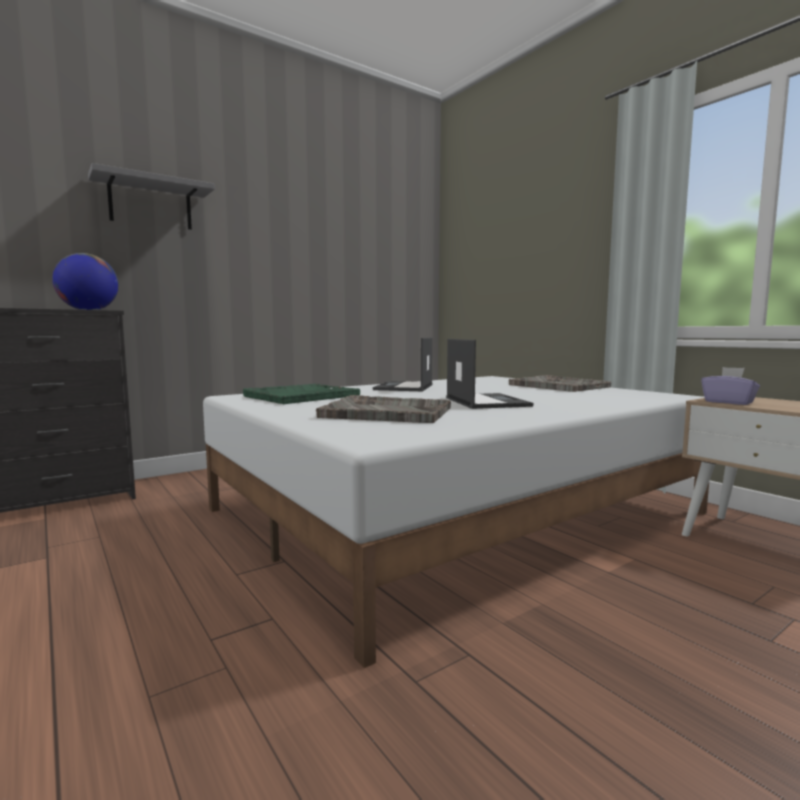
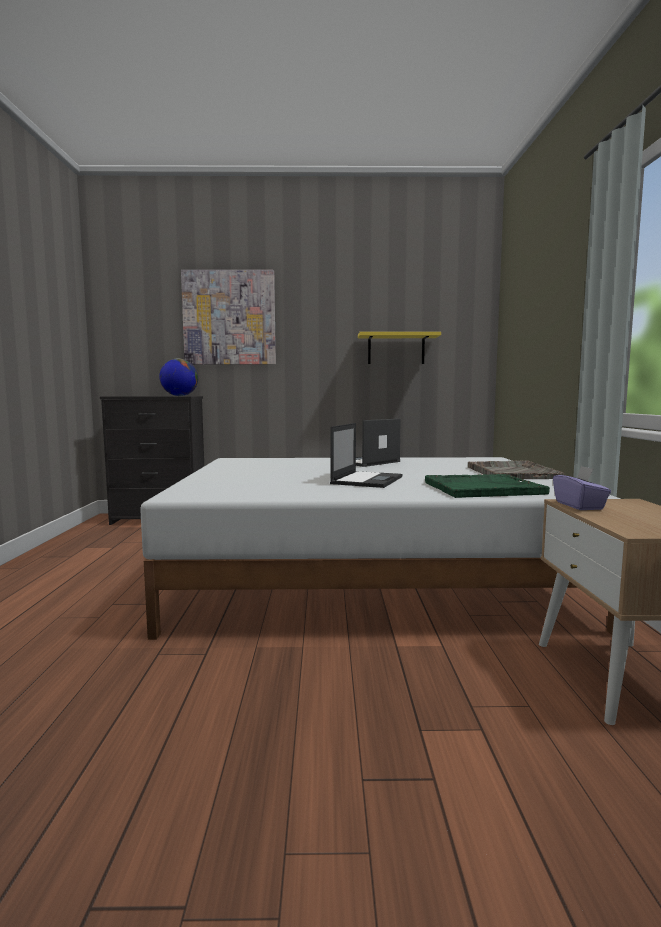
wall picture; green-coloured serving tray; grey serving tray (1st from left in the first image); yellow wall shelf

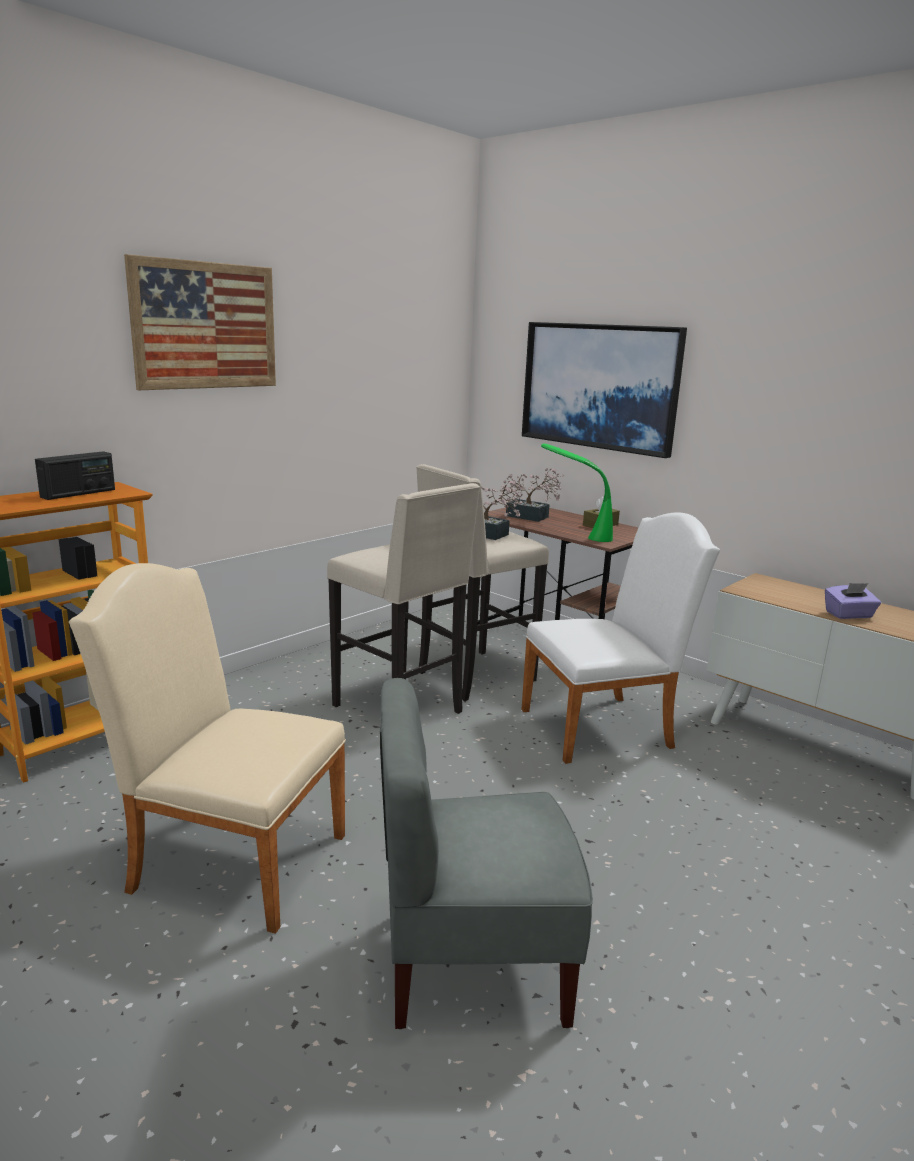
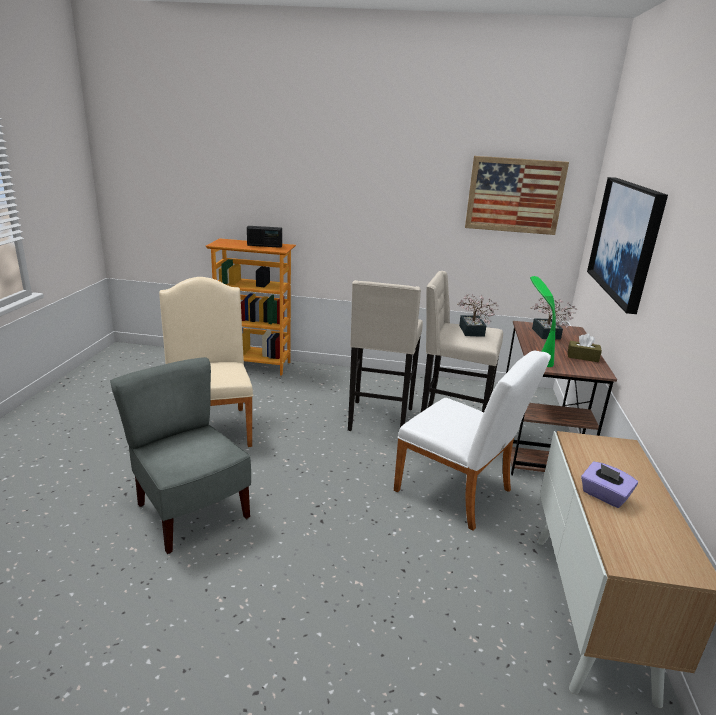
wall picture (1st from left)

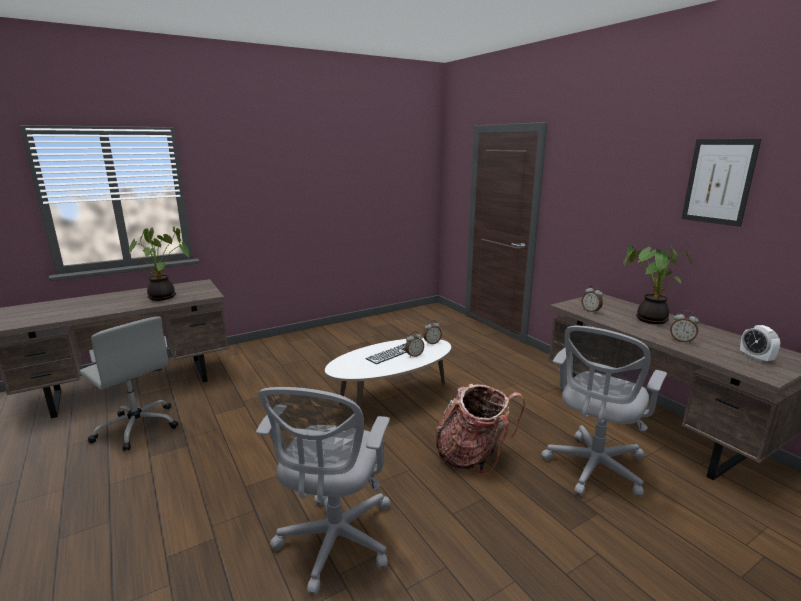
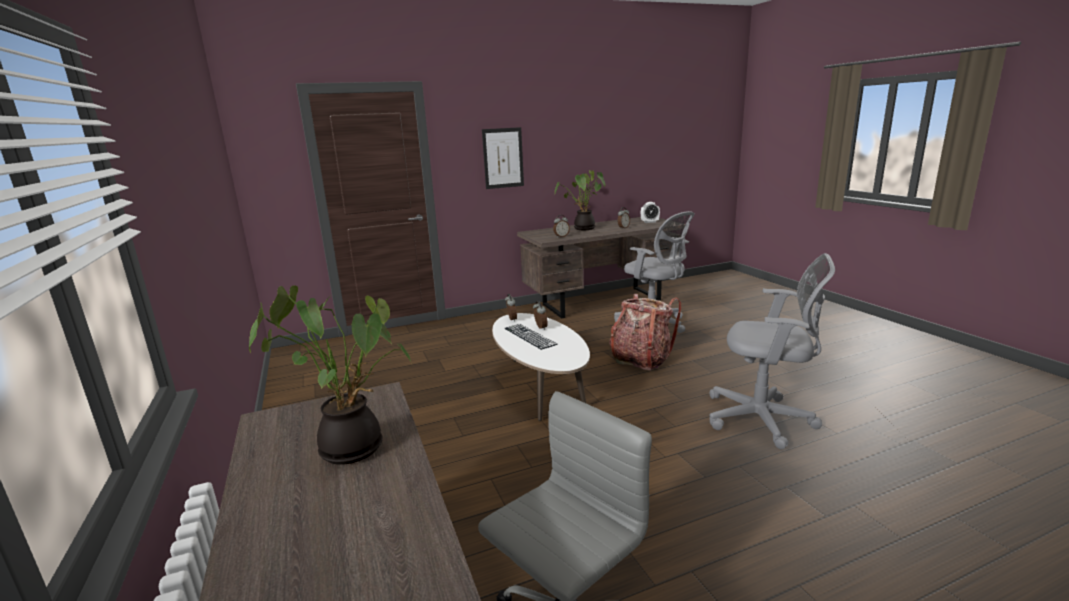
wall picture

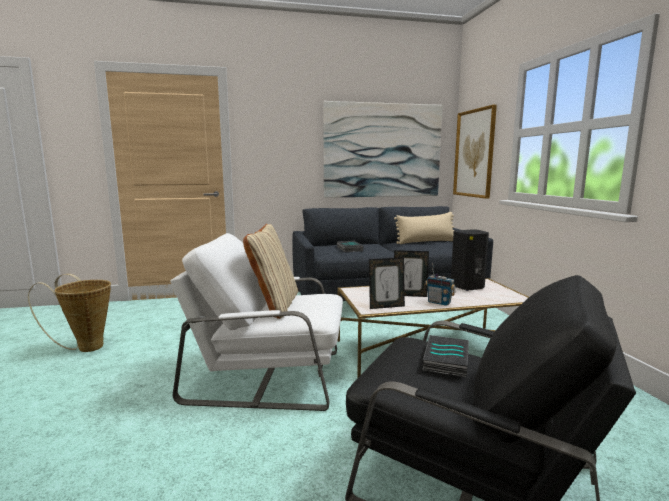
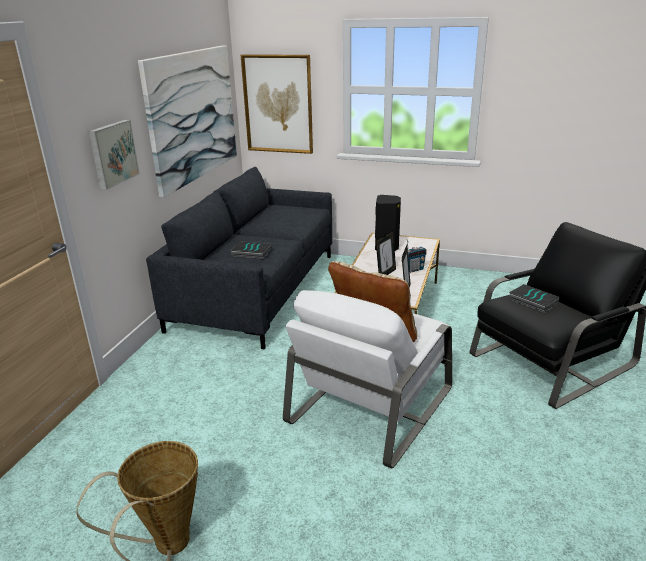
beige throw pillow (2nd from left in the first image); wall picture (1st from left)

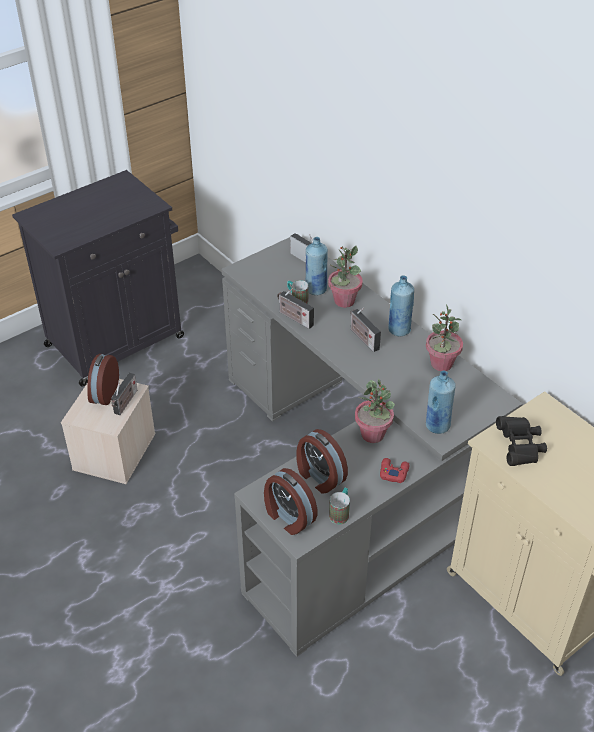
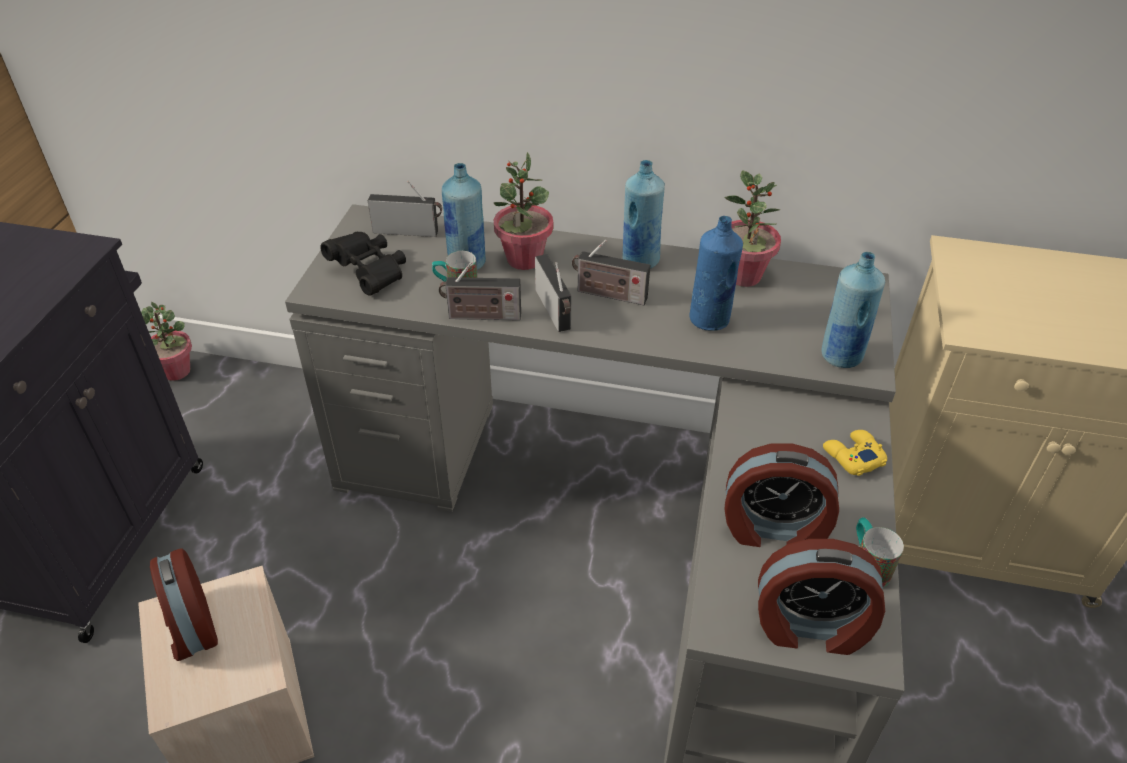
radio set (3rd from left); plant in a pot (1st from left); yellow gamepad; black-coloured pair of binoculars; blue bottle (3rd from left)

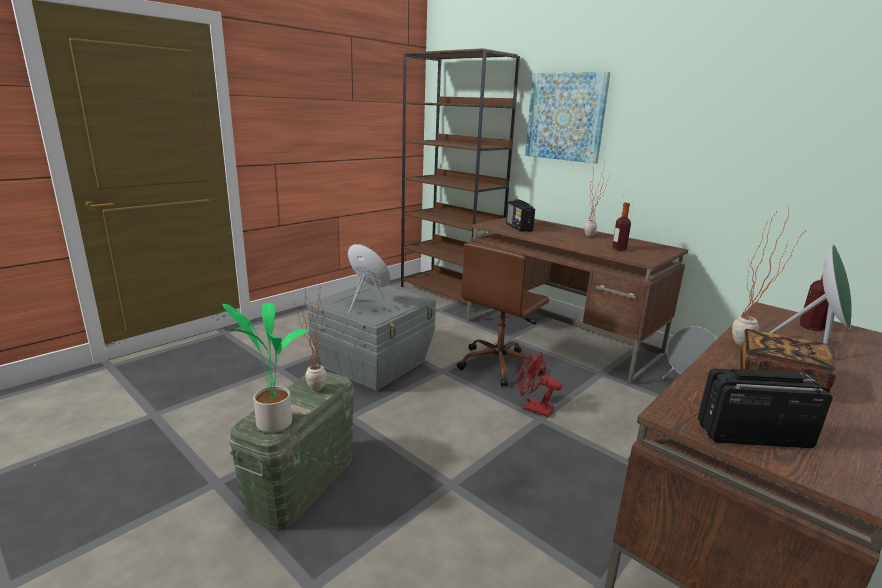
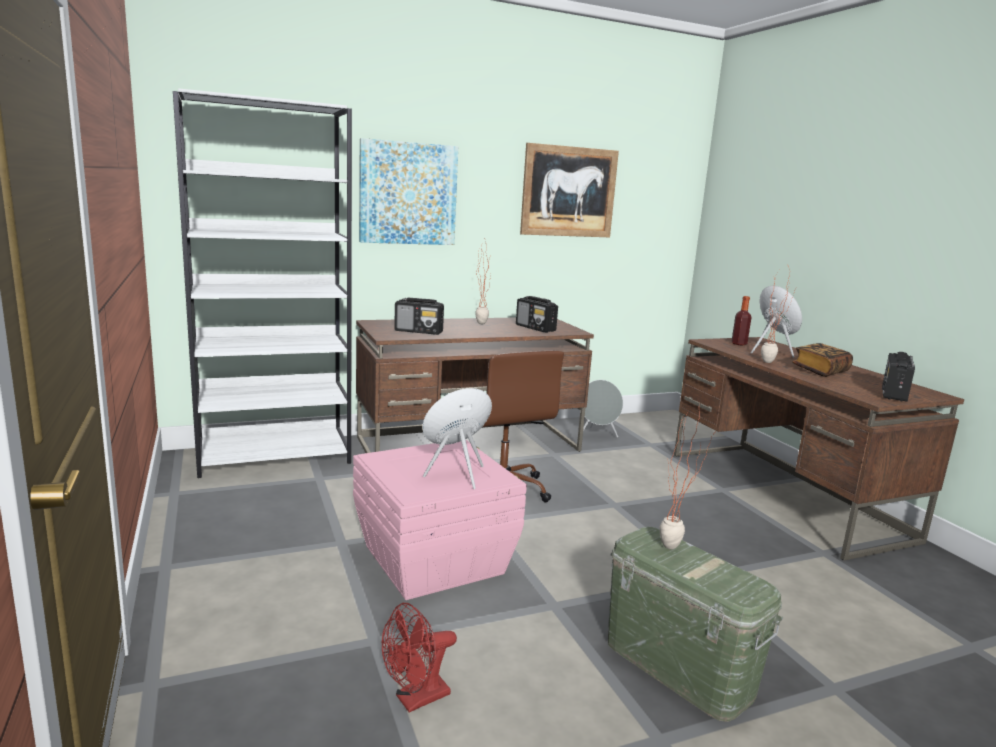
plant in a pot (1st from left in the first image); pink storage container; white-coloured bookcase; red-coloured cooling fan; radio set (2nd from left); wall picture (2nd from left)

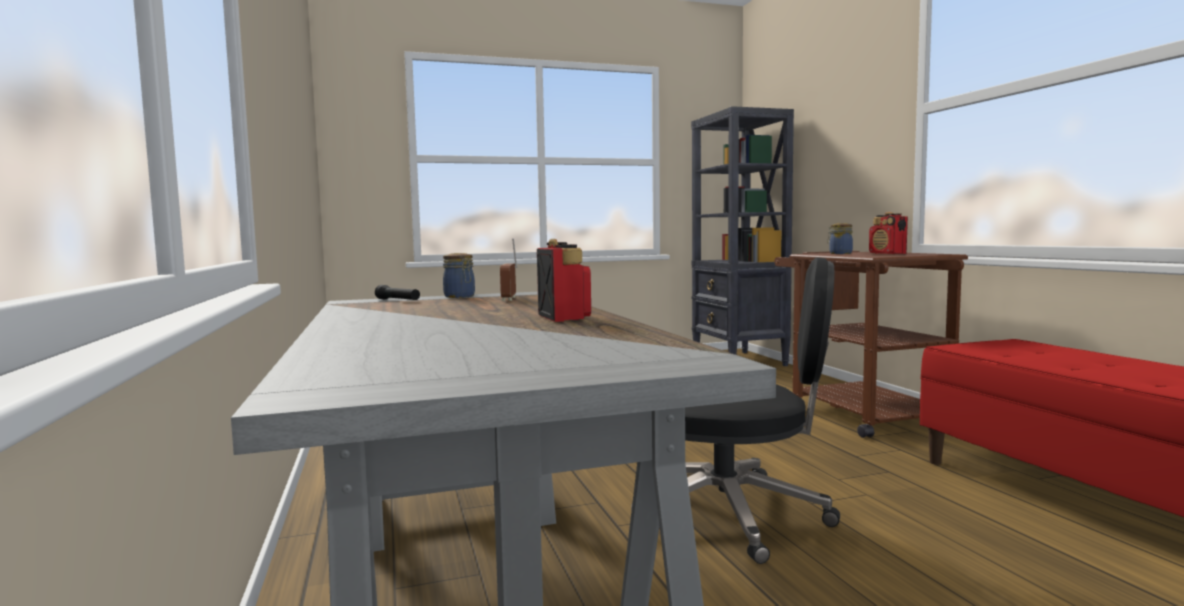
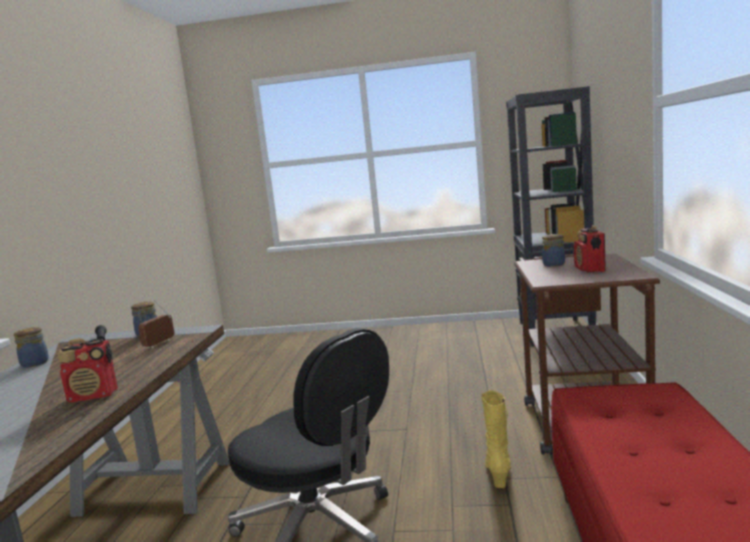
radio set (1st from left); preserve jar (1st from left); yellow boot

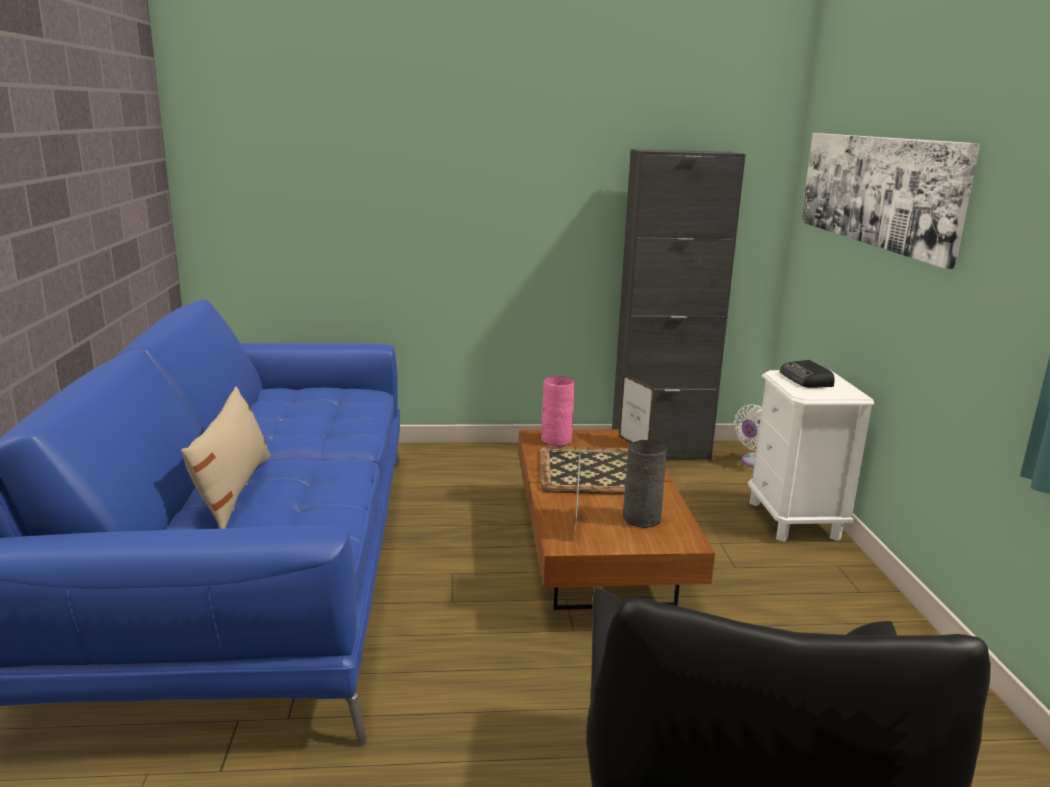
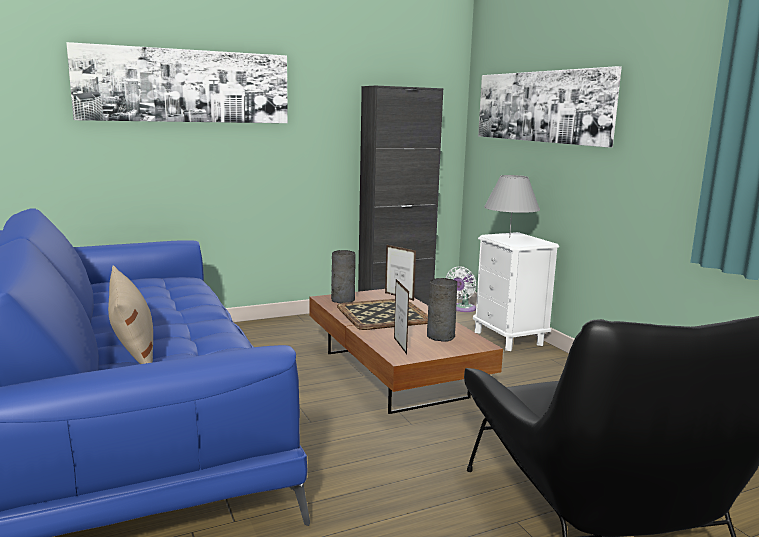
grey decorative vase (1st from left); grey lamp for a table; wall picture (1st from left)

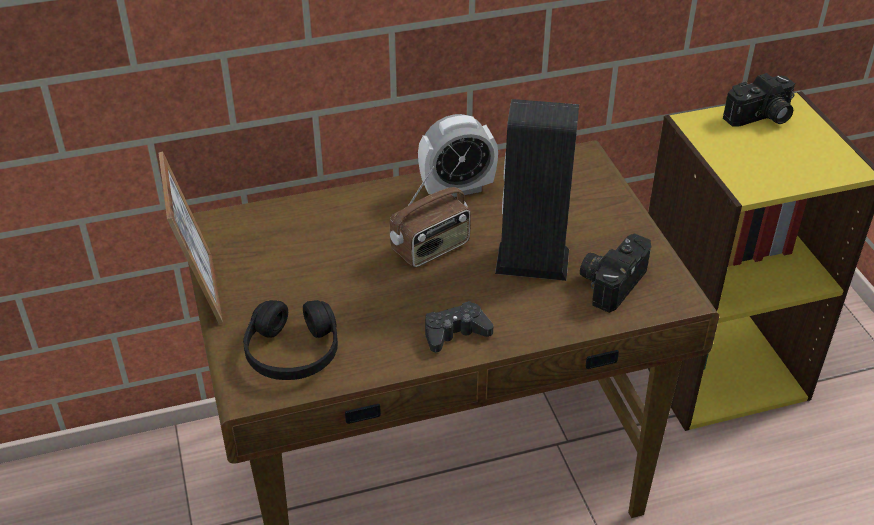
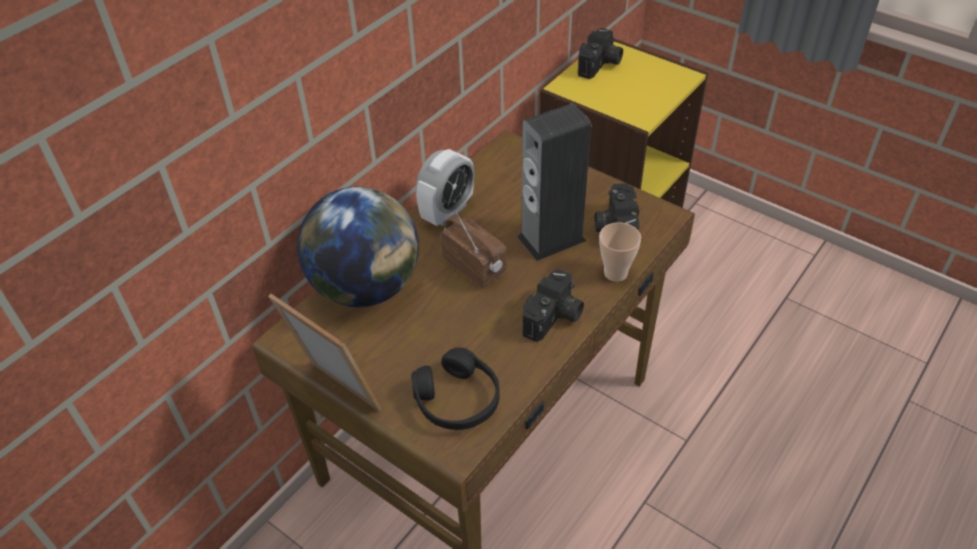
radio set; still camera (1st from left); world globe; small cup

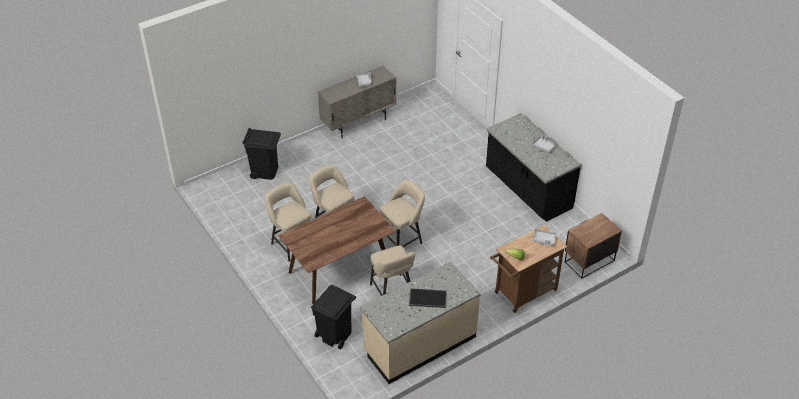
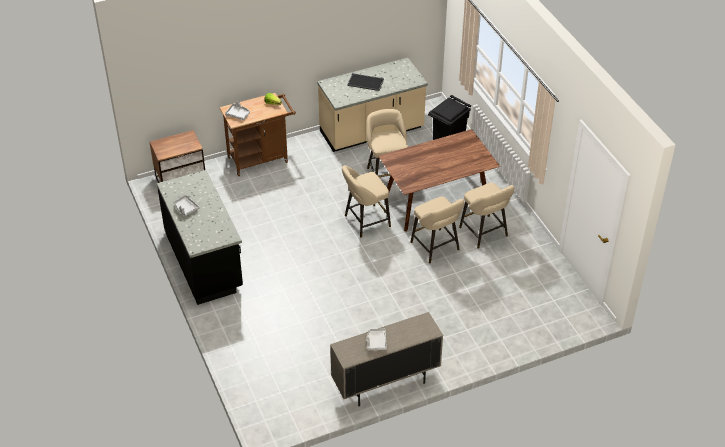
black-coloured waste bin (1st from left in the first image)

